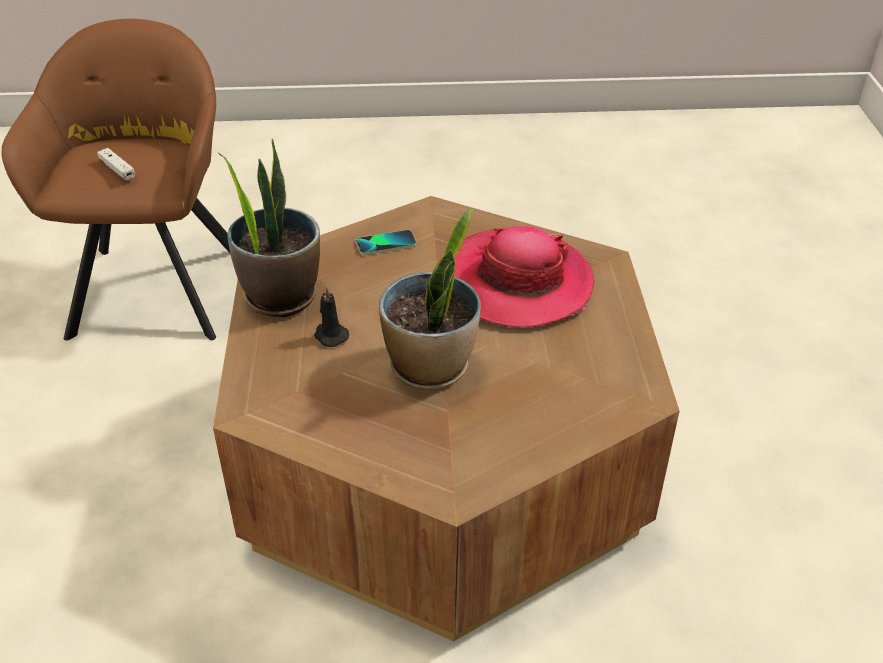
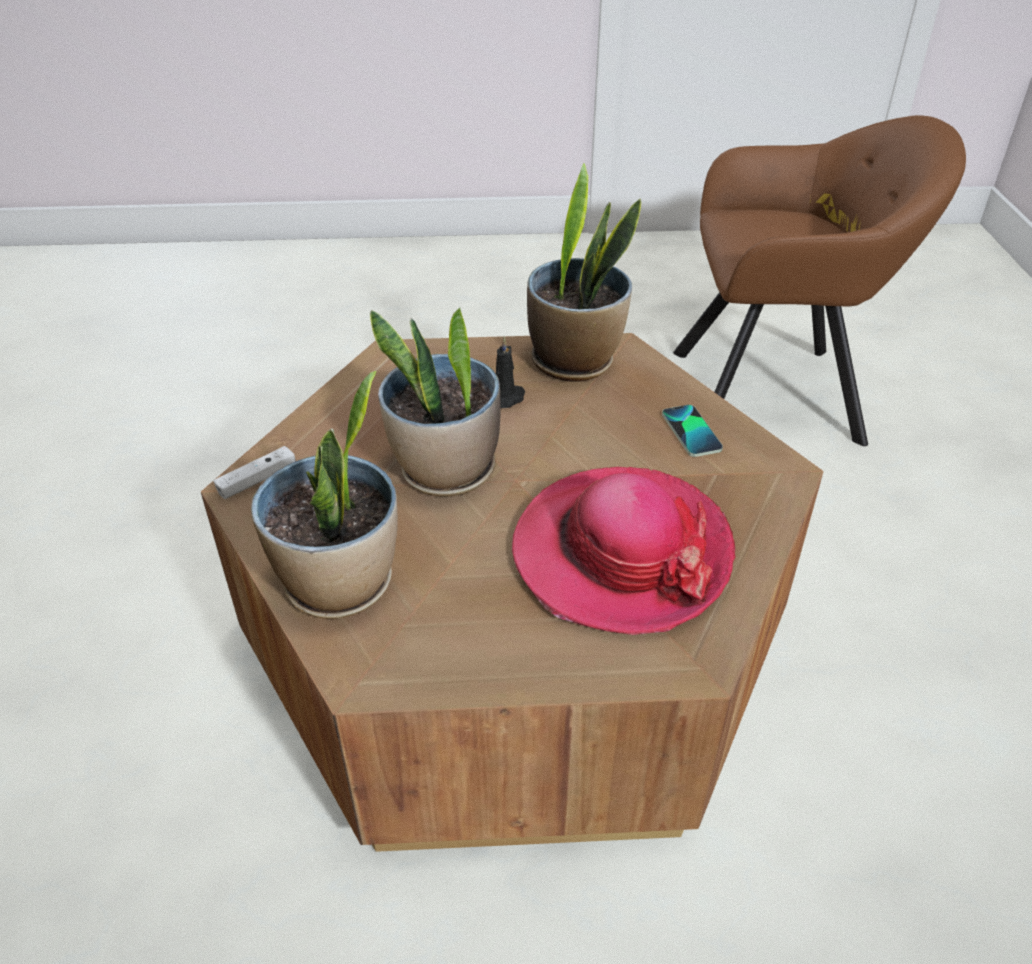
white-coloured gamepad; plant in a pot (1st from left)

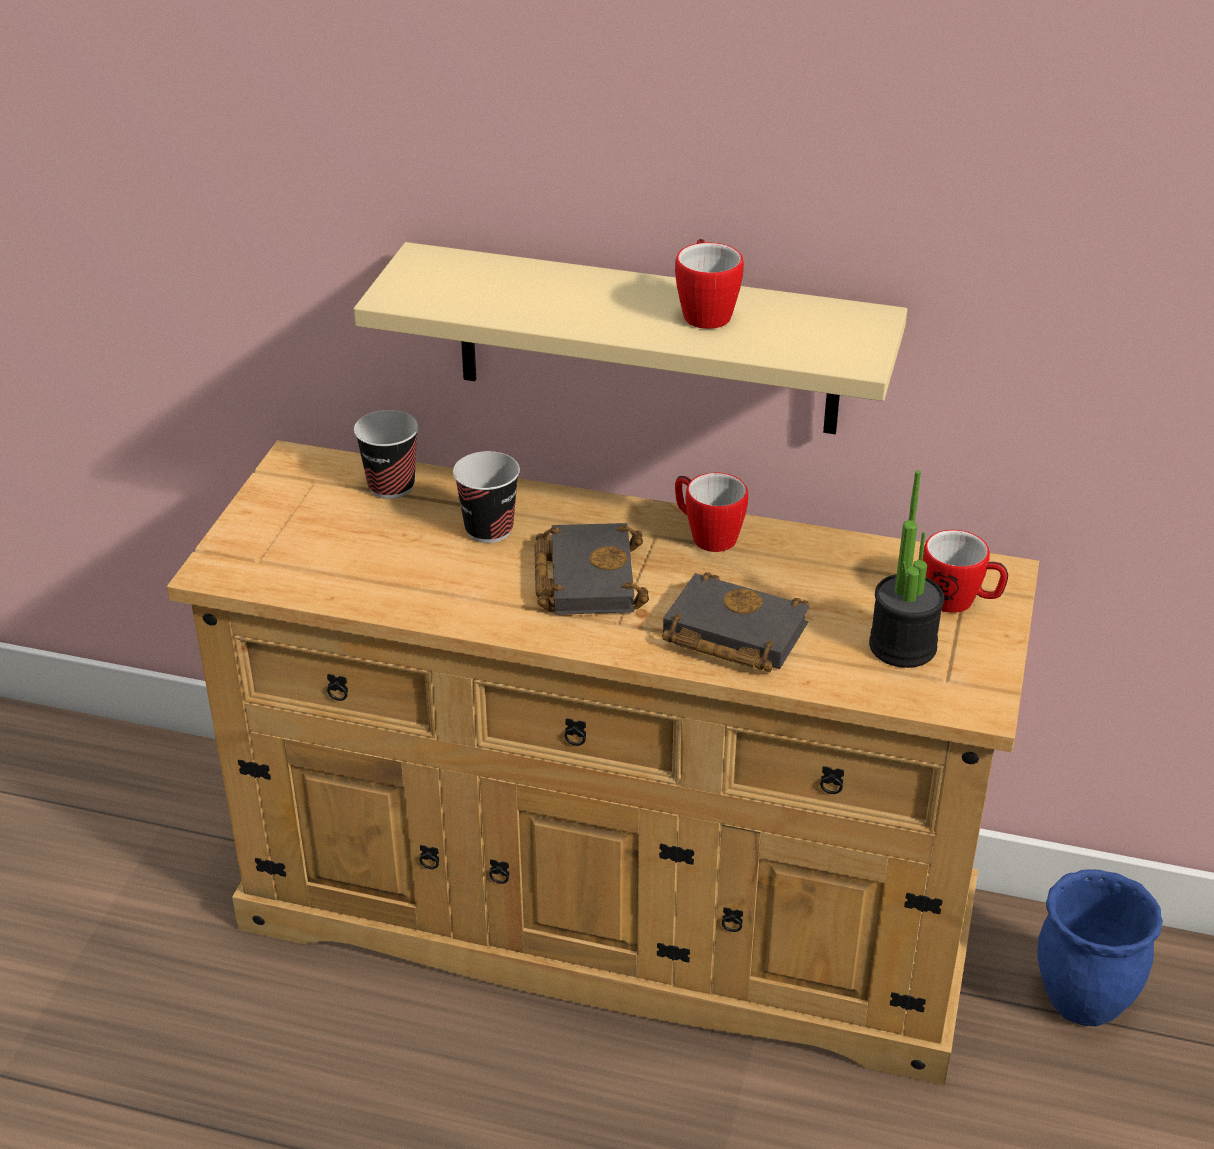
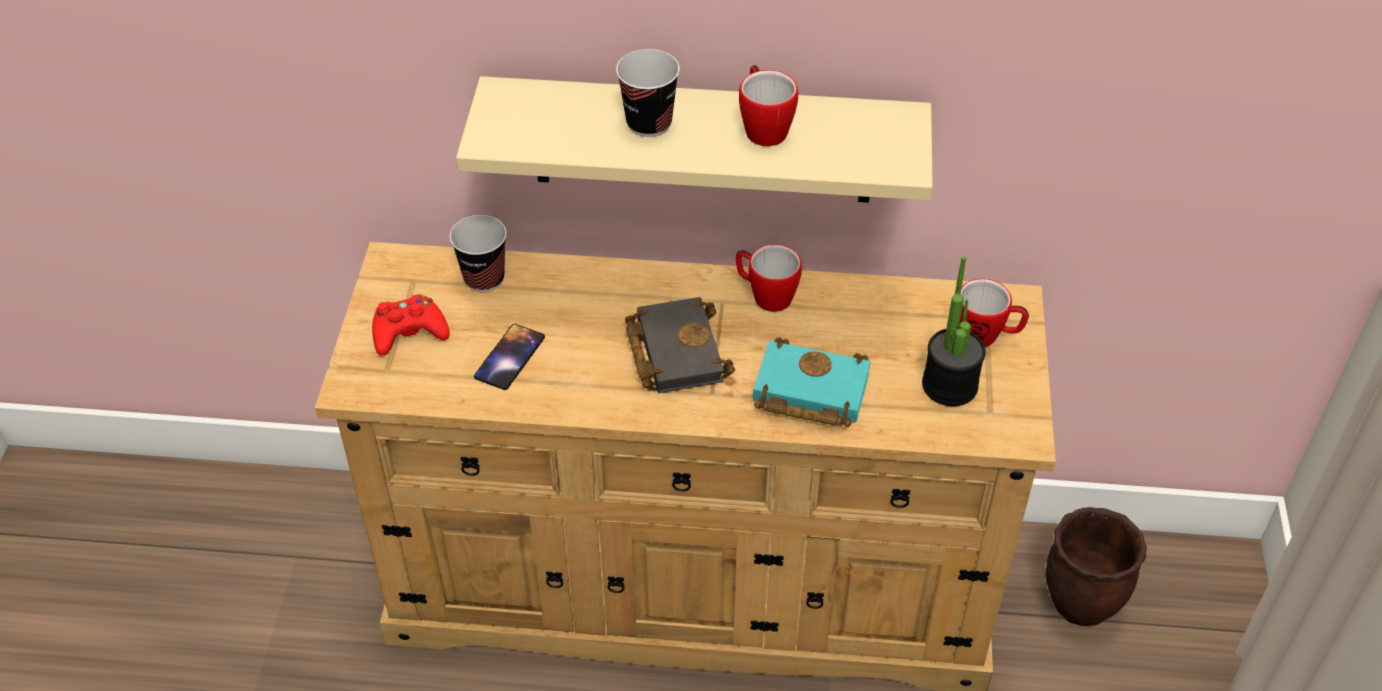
small cup (2nd from left); turquoise volume; brown plant pot; red-coloured gamepad; handset

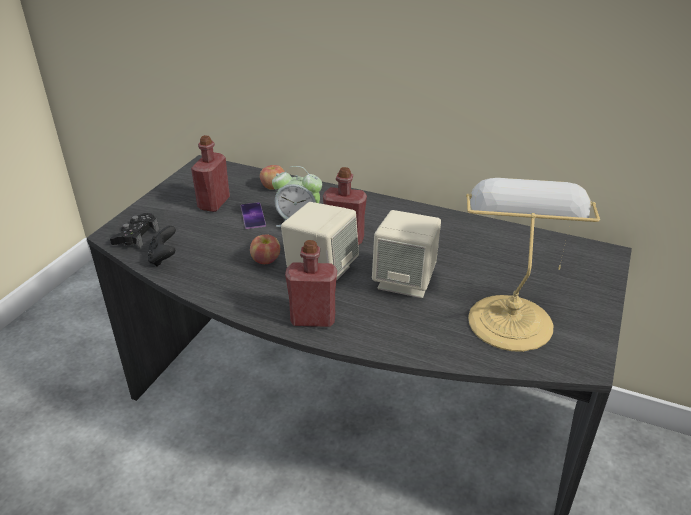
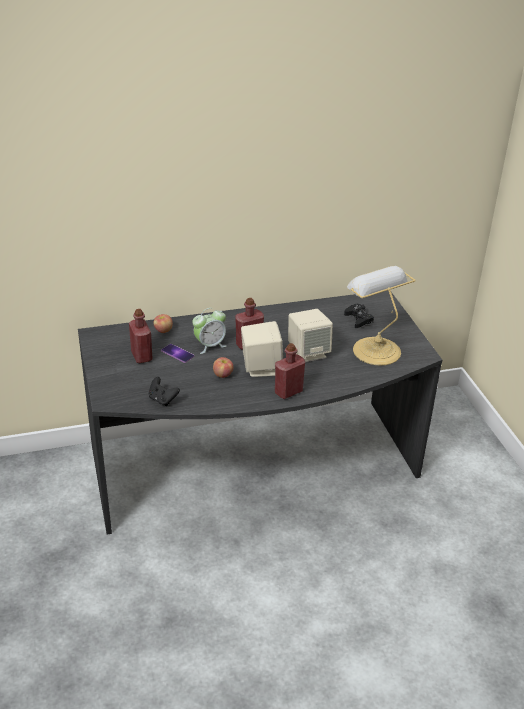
black-coloured gamepad (2nd from left)

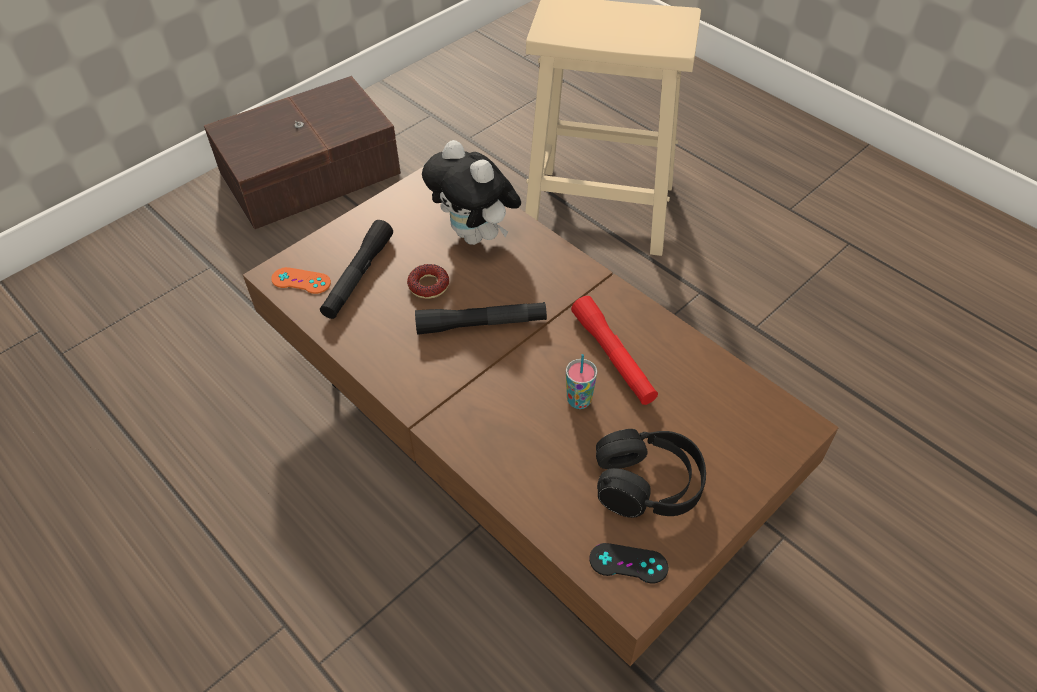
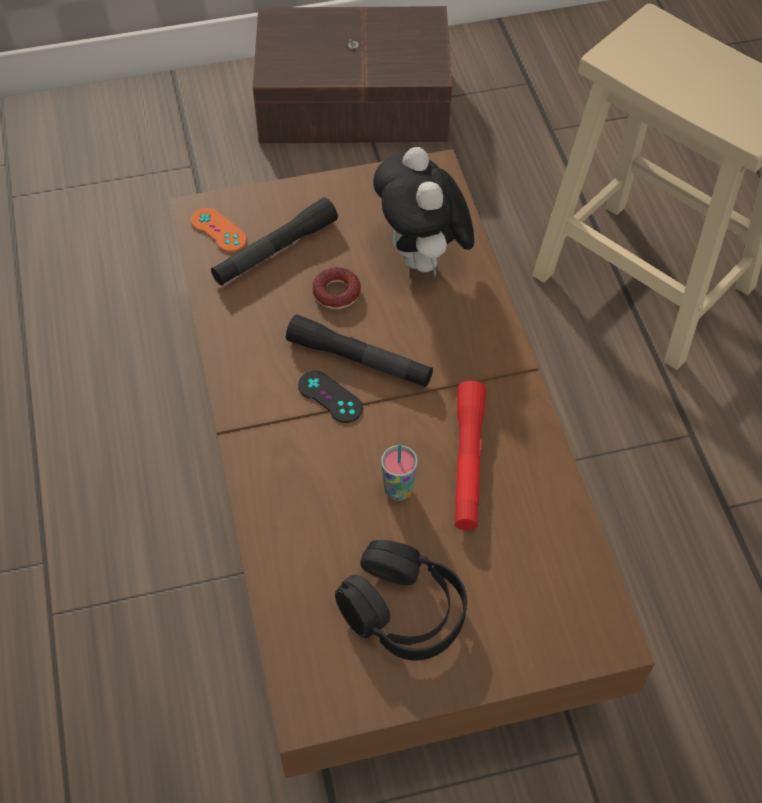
black-coloured gamepad

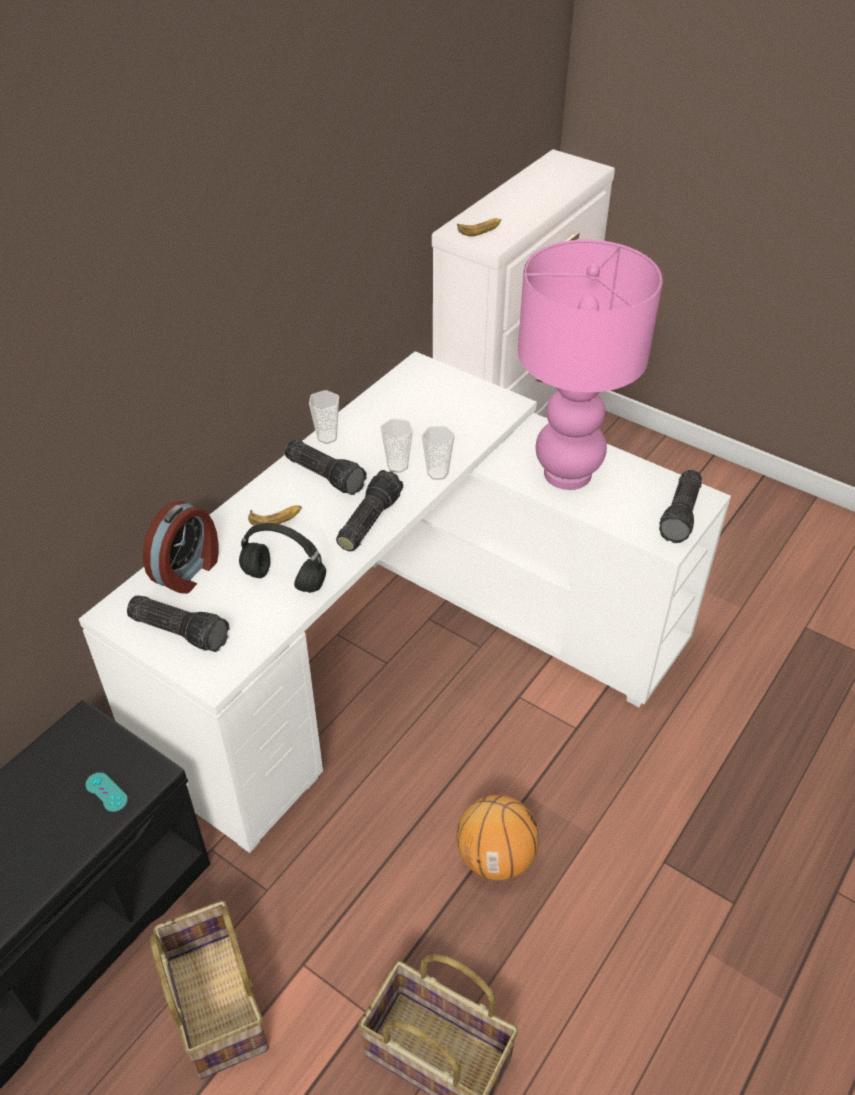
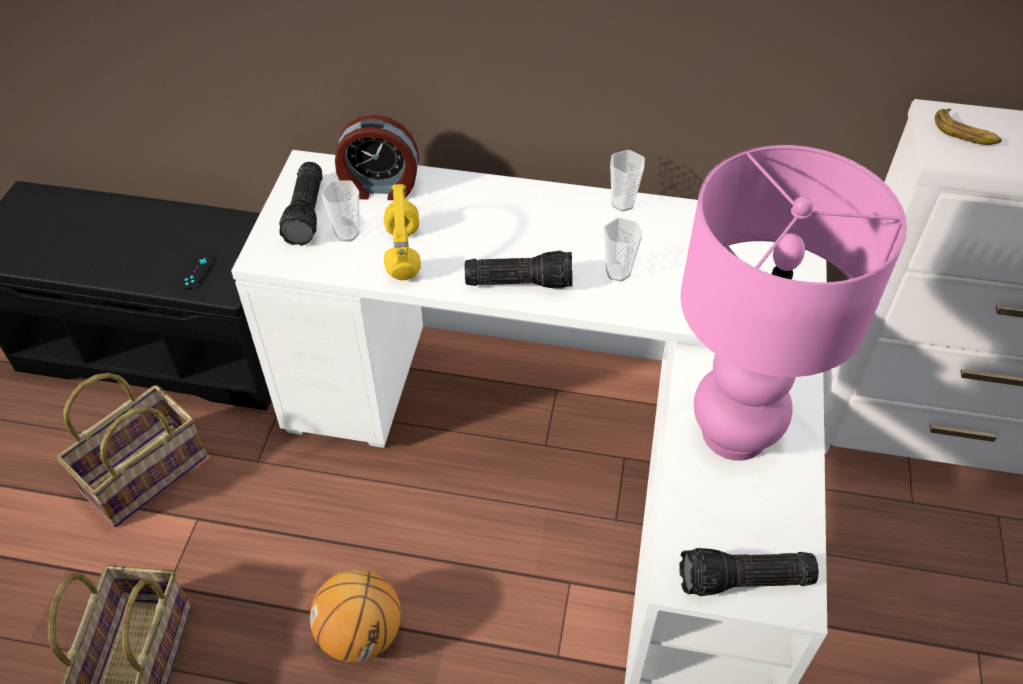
black-coloured gamepad; yellow headphones; banana fruit (1st from left in the first image); flashlight (2nd from left in the first image); small cup (1st from left)

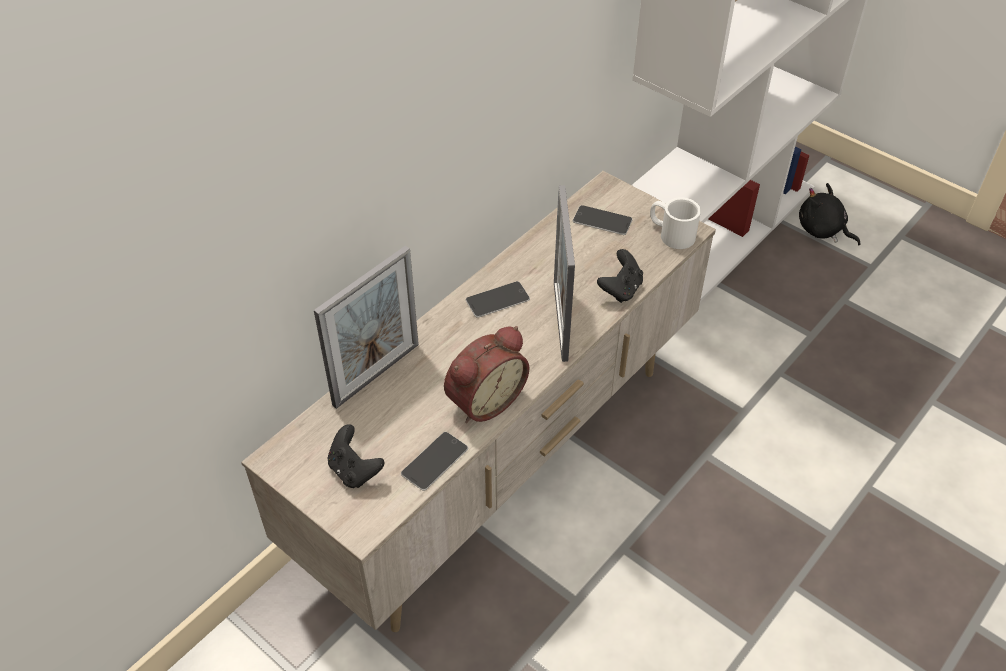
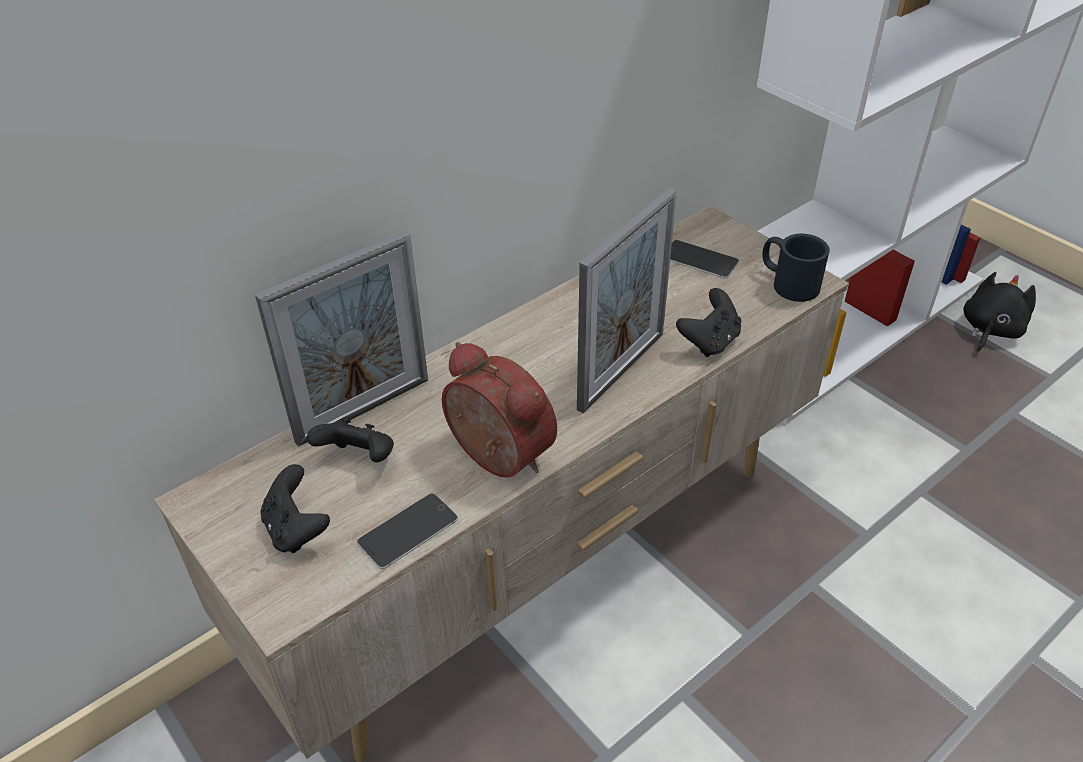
table clock; handset (2nd from left in the first image); standing frame (2nd from left); black-coloured coffee mug; black-coloured plush toy; black-coloured gamepad (2nd from left)

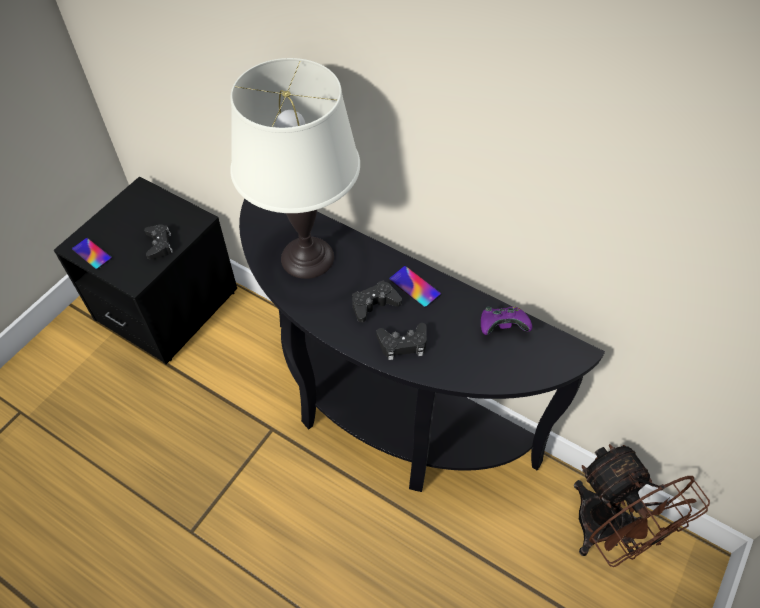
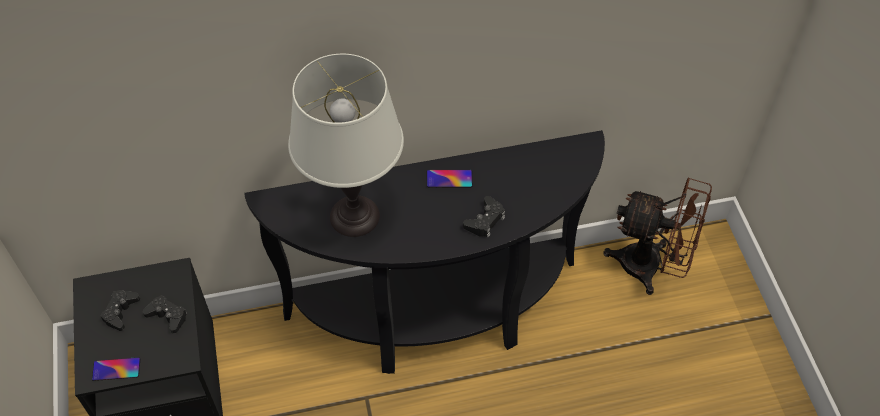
black-coloured gamepad (1st from left); purplish gamepad

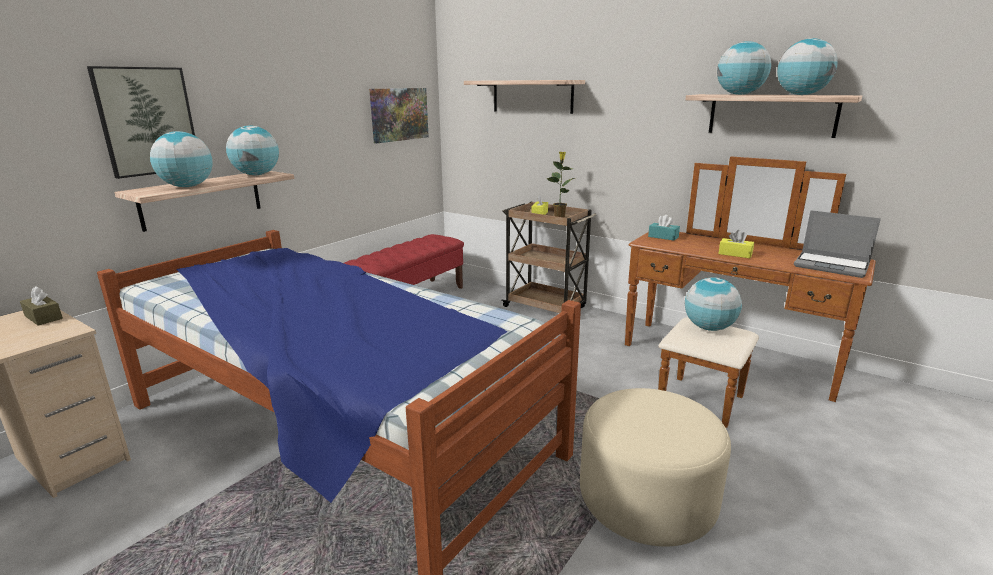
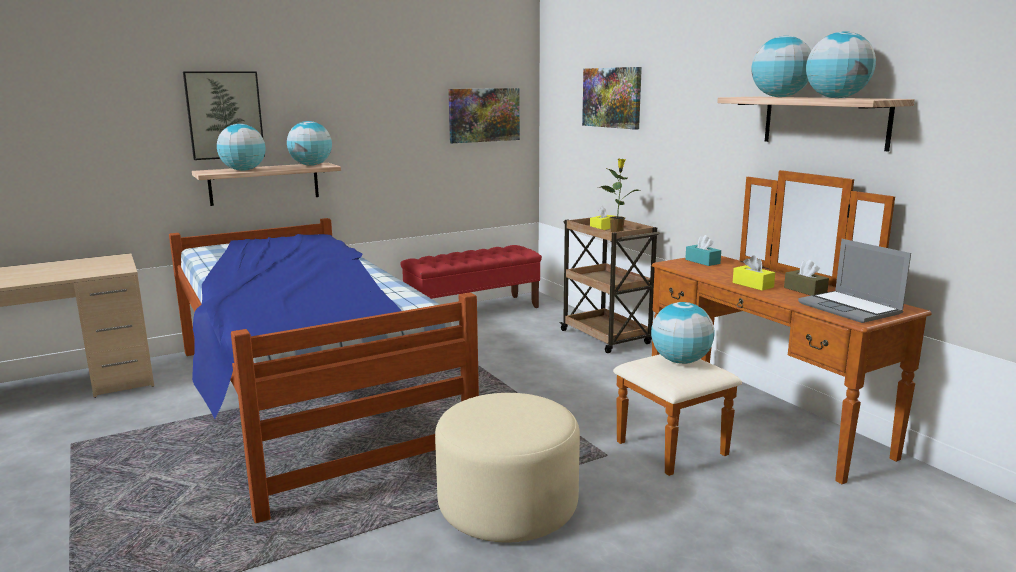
brown tissue holder; wall picture (3rd from left)

